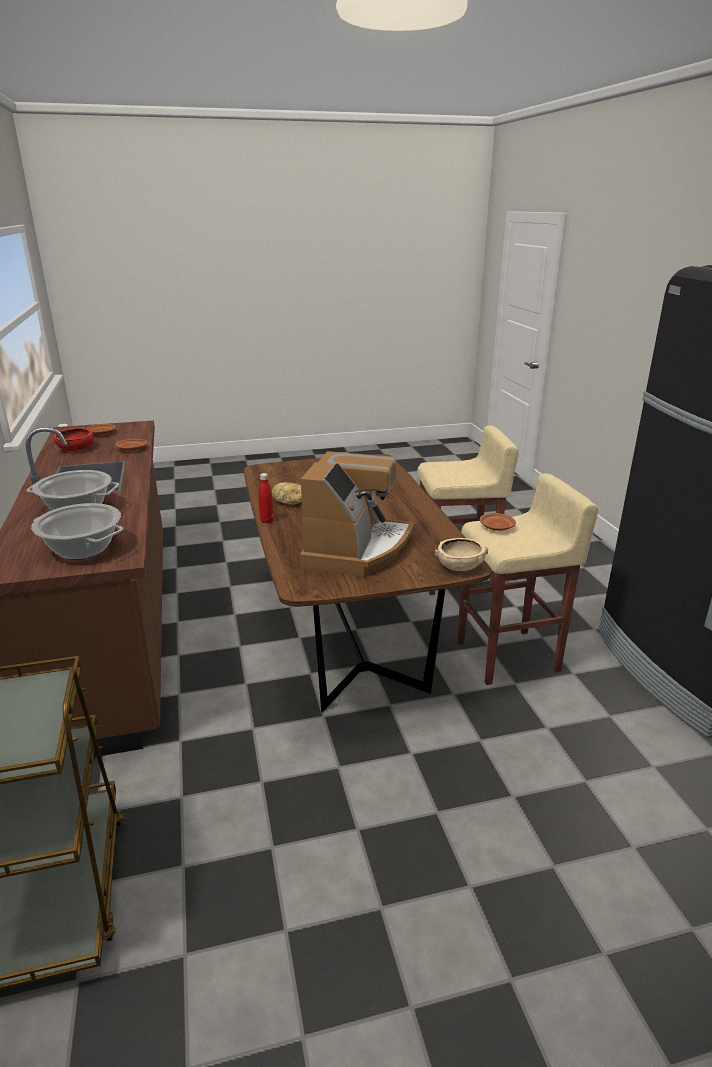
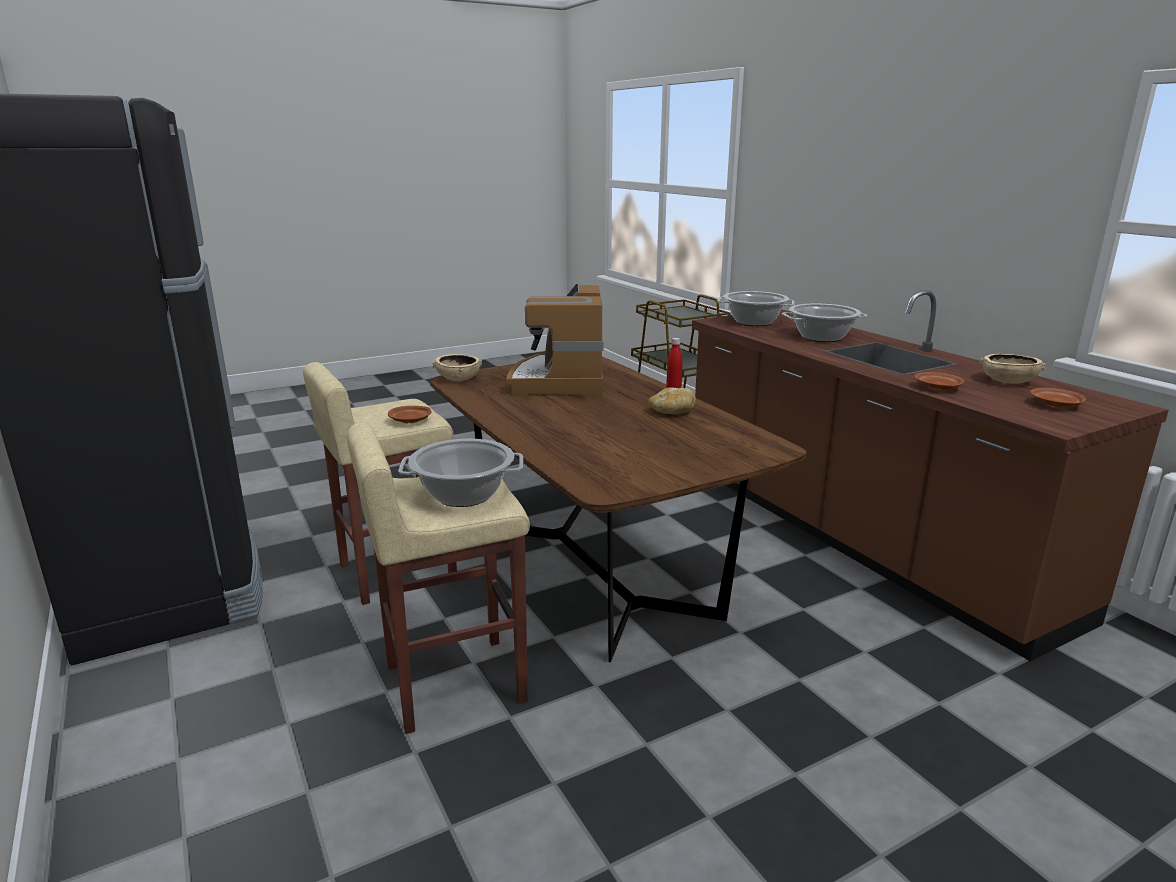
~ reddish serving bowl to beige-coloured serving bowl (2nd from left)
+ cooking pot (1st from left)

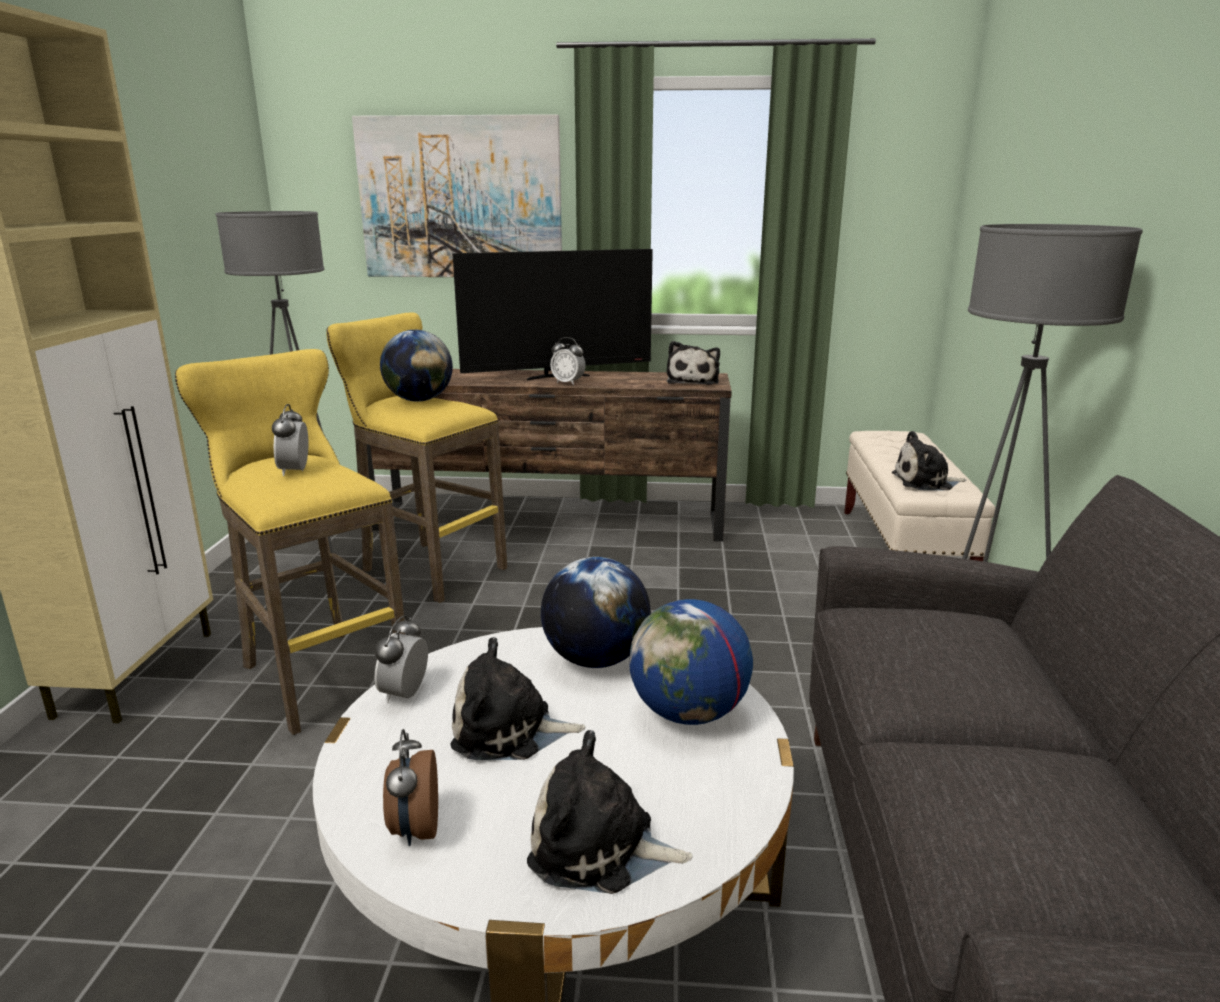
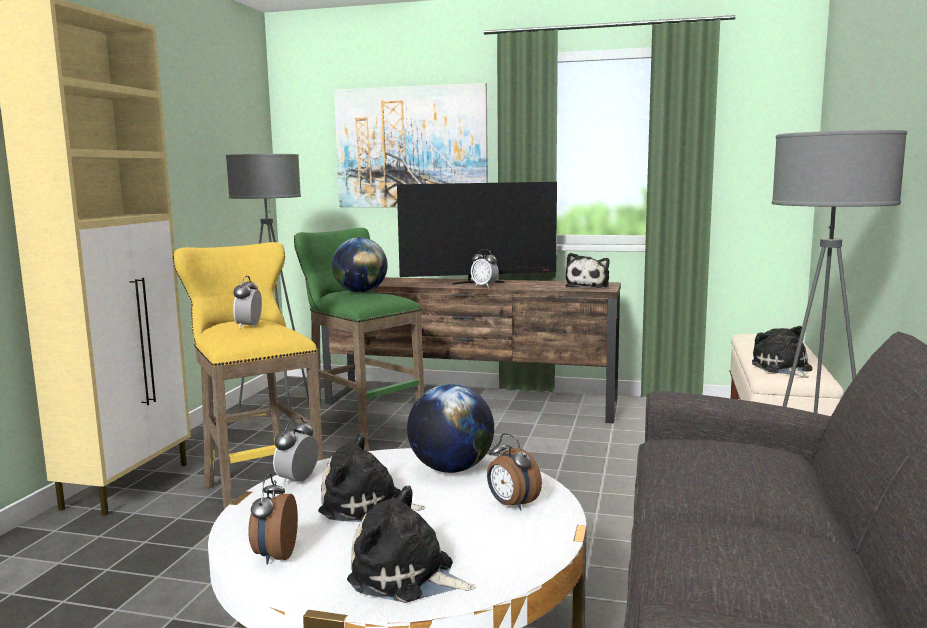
~ yellow sitting stool (2nd from left) to green-coloured sitting stool
~ cuddly toy (4th from left) 75 degrees clockwise
~ world globe (3rd from left) to alarm clock (5th from left)

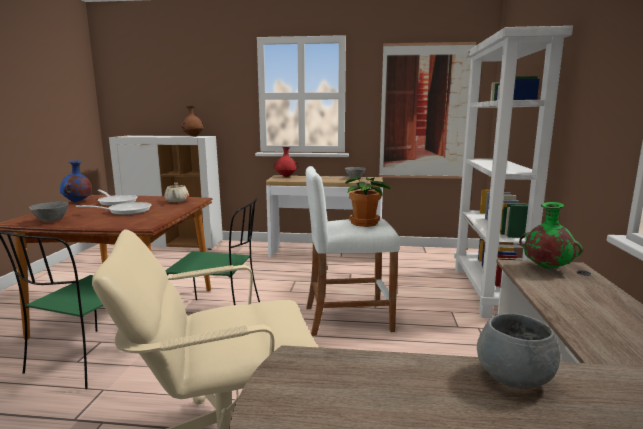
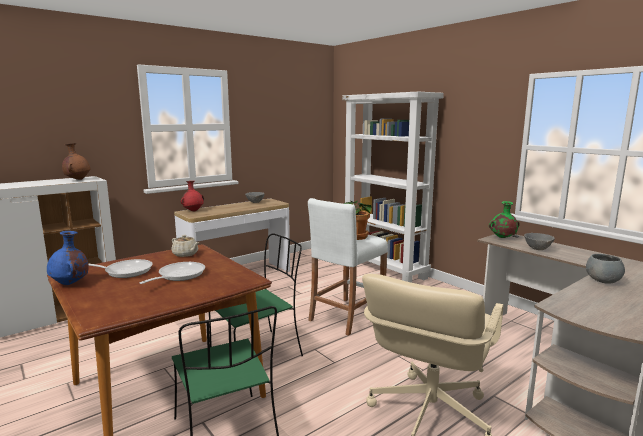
- wall art
~ gray serving bowl (1st from left in the first image) to gray serving bowl (2nd from left)

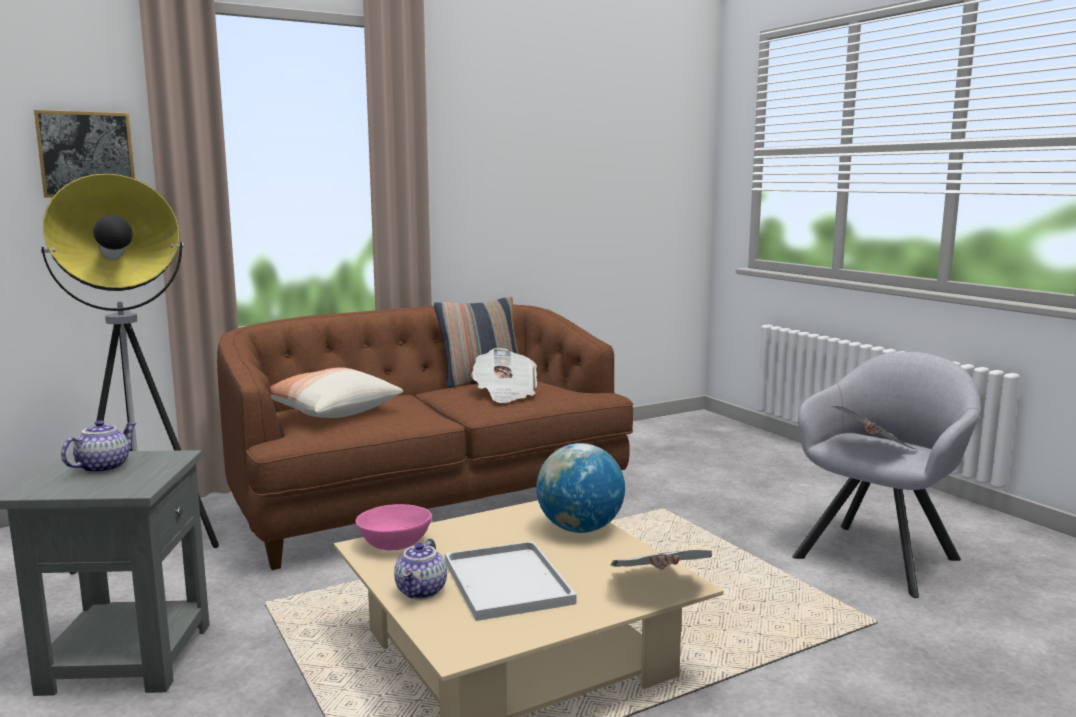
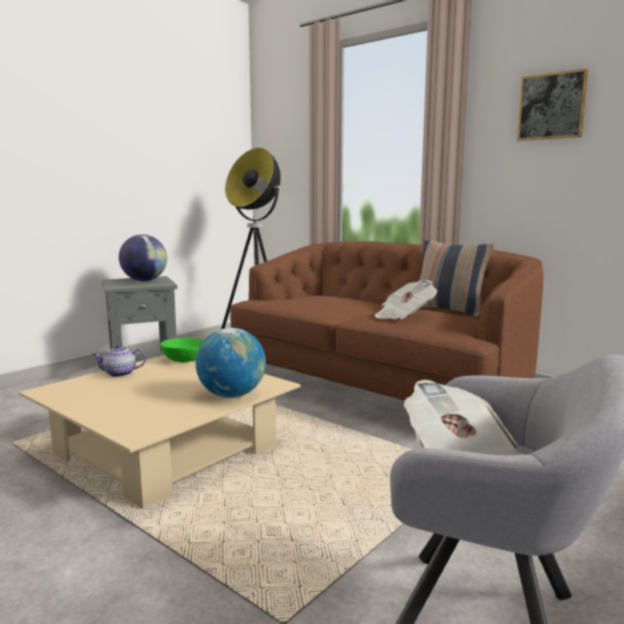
~ wall art
- throw pillow (1st from left)
~ tea pot (1st from left) to world globe (1st from left)
~ pink-coloured serving bowl to green-coloured serving bowl
- white-coloured serving tray
- newspaper (2nd from left)

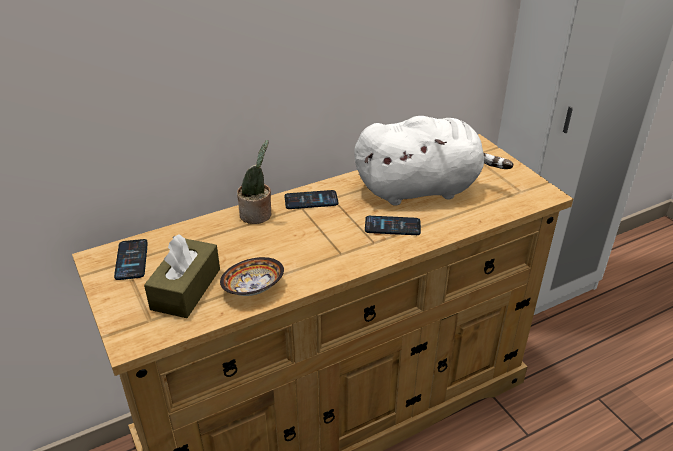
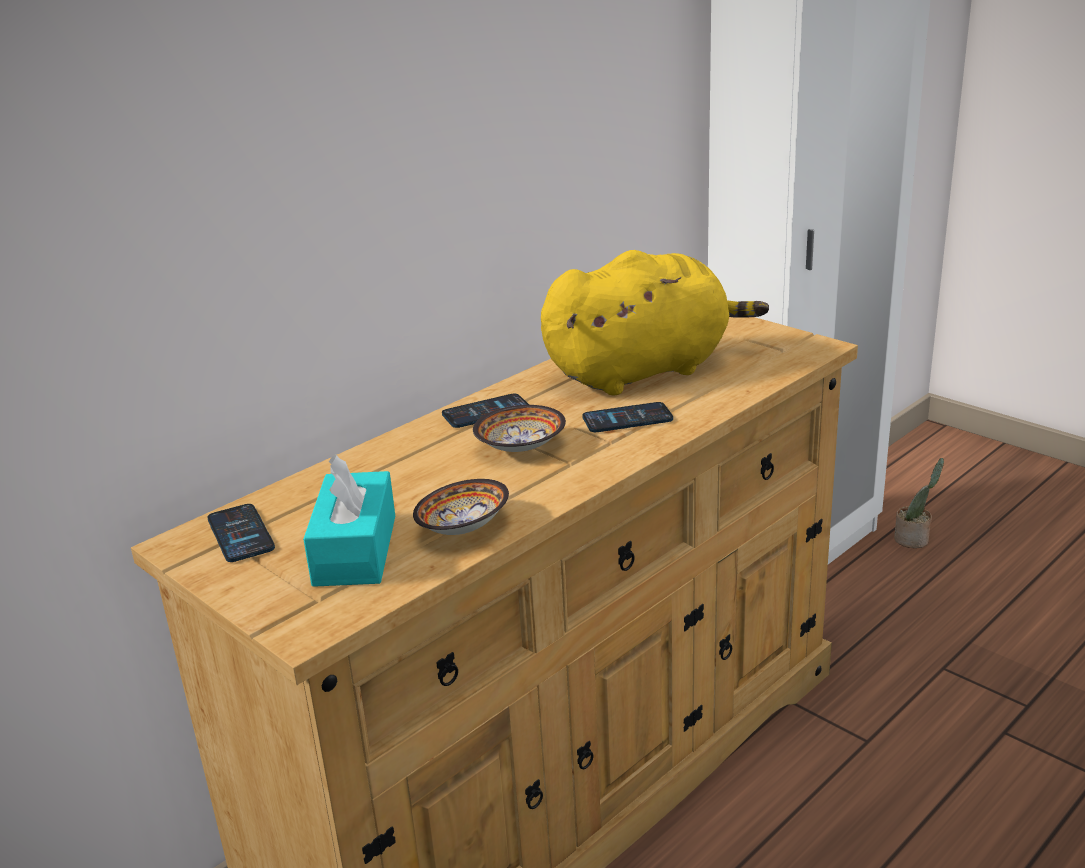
~ white-coloured cuddly toy to yellow cuddly toy
~ plant in a pot
~ brown tissue box to turquoise tissue box
+ serving bowl (2nd from left)

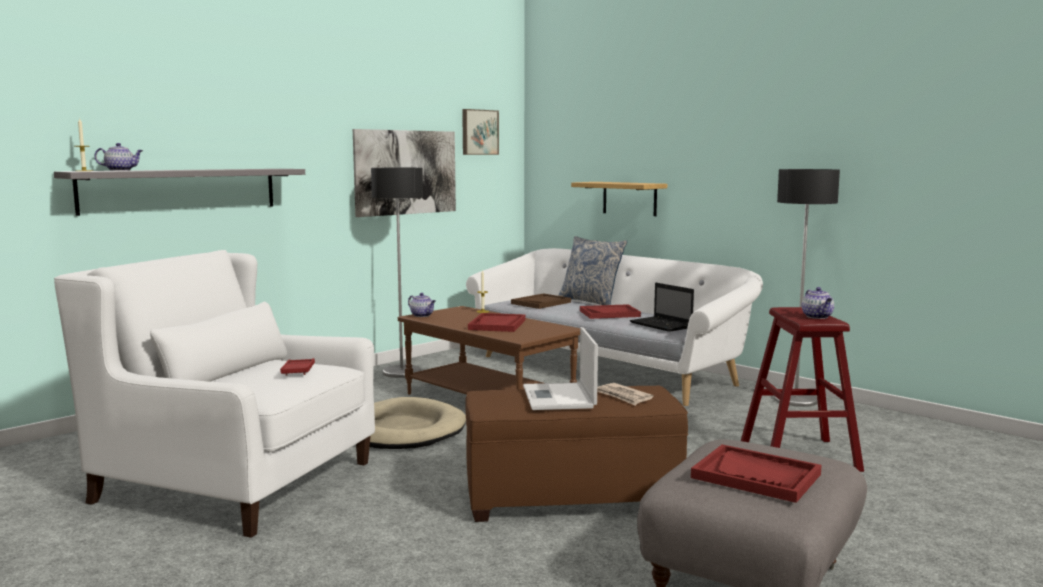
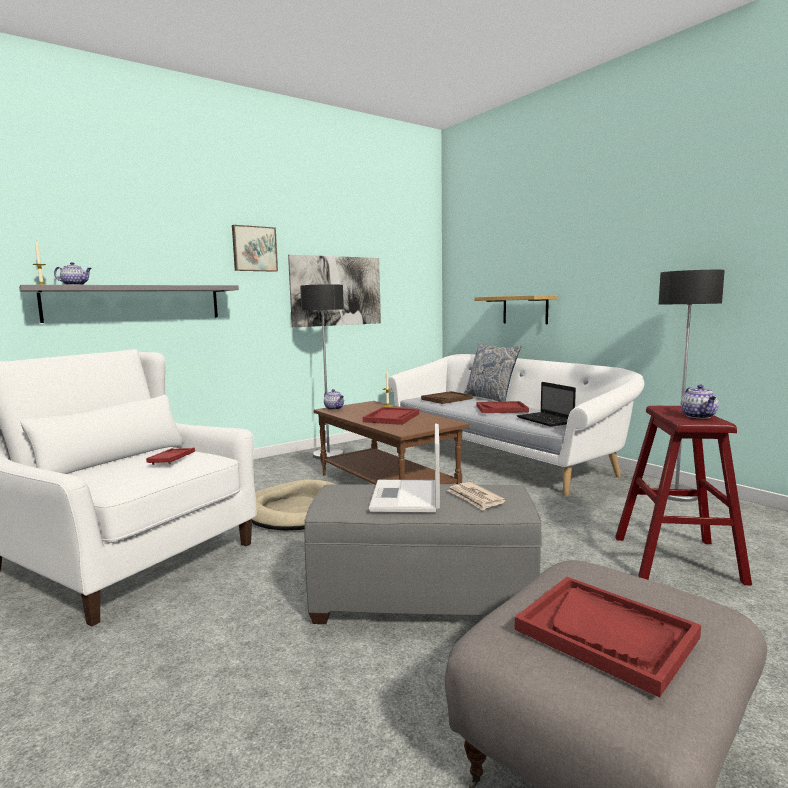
~ wall art (2nd from left in the first image) to wall art (1st from left)
~ brown ottoman to gray ottoman (1st from left)

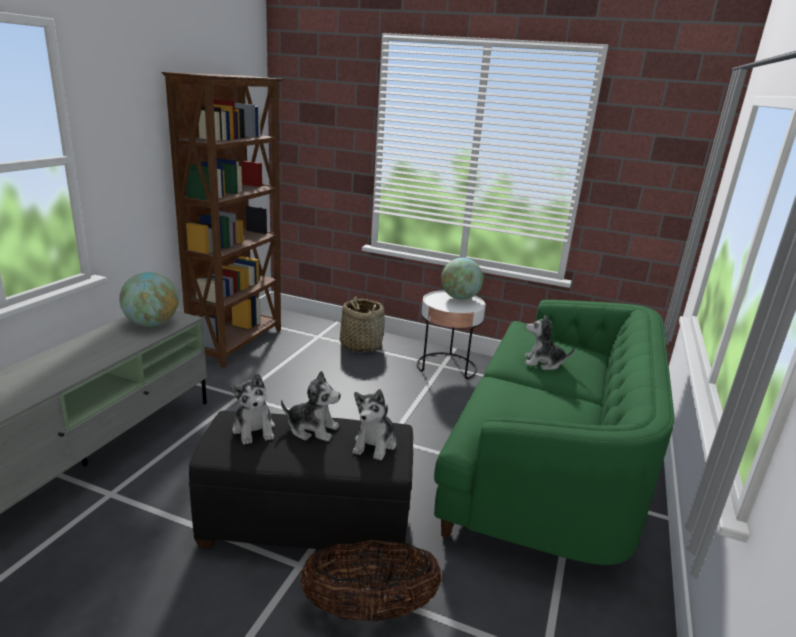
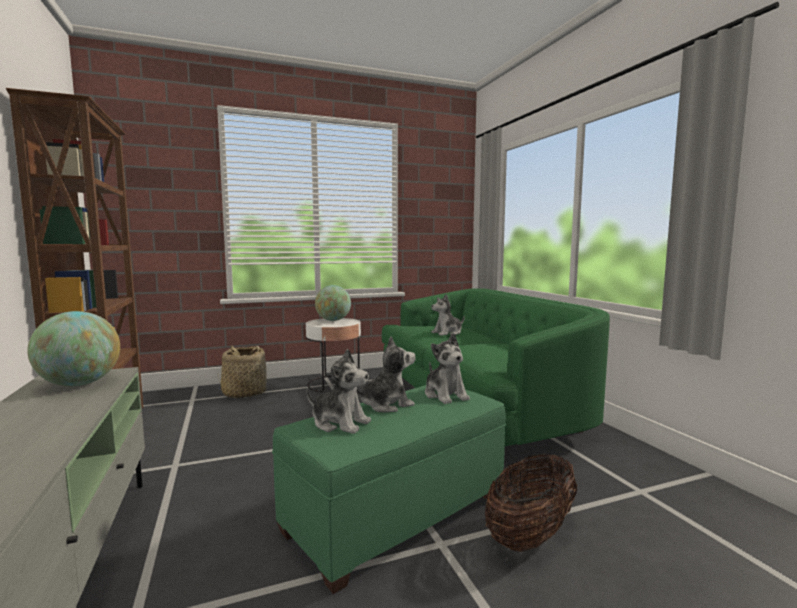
~ blackish ottoman to green-coloured ottoman

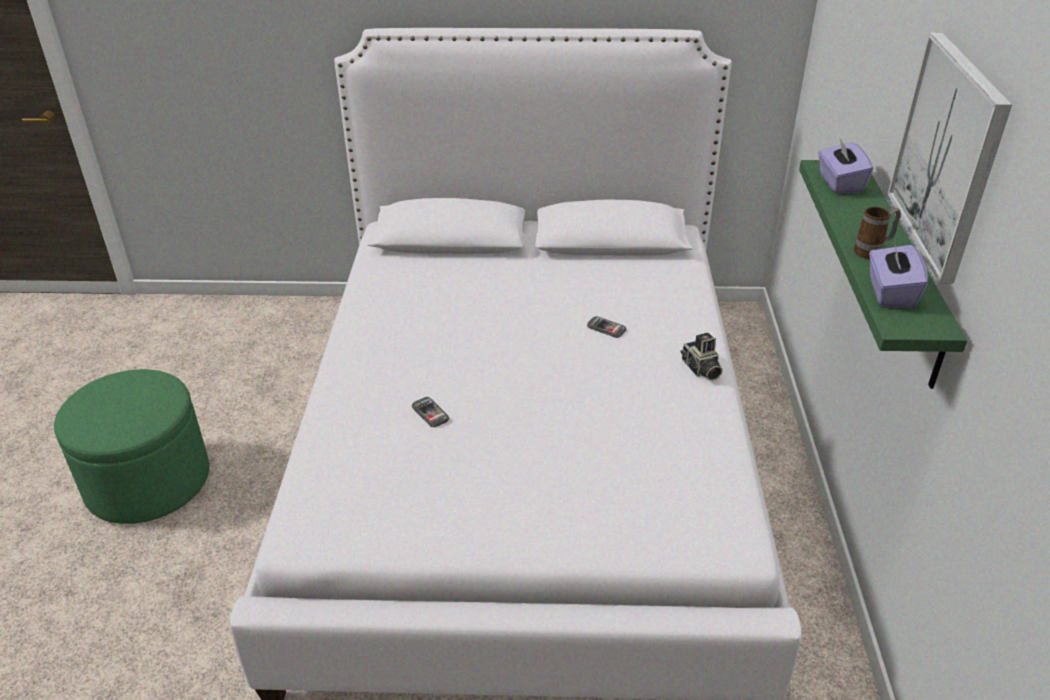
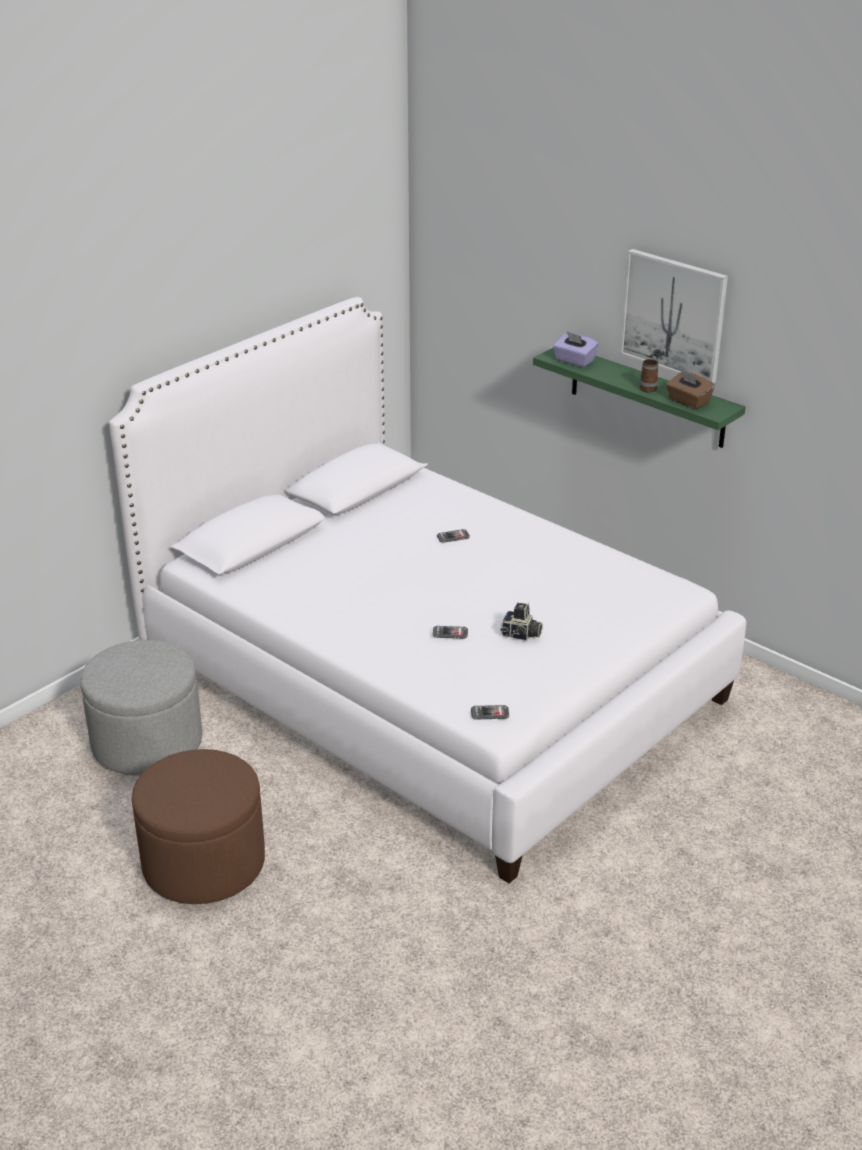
~ purplish tissue box (2nd from left) to brown tissue box
~ photo camera
~ green-coloured ottoman to brown ottoman
+ gray ottoman
+ phone (3rd from left)

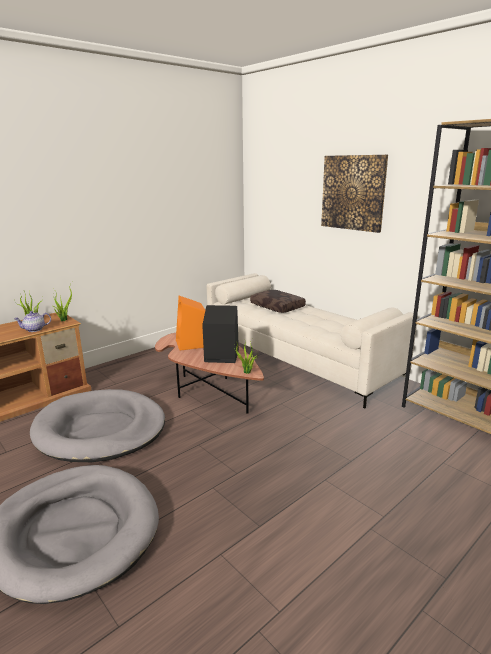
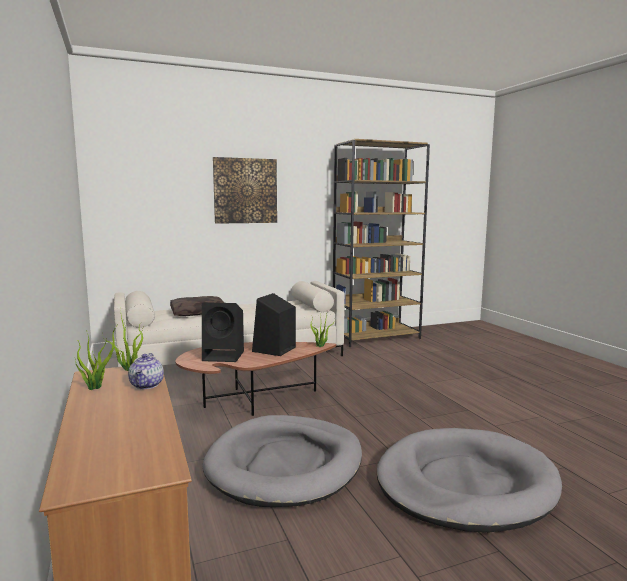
~ orange loudspeaker to blackish loudspeaker (1st from left)

